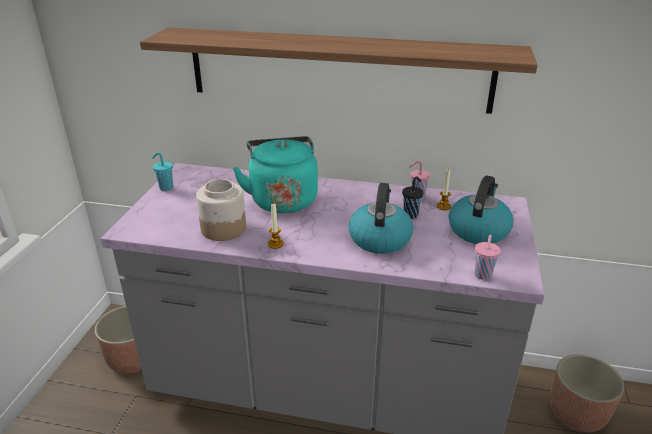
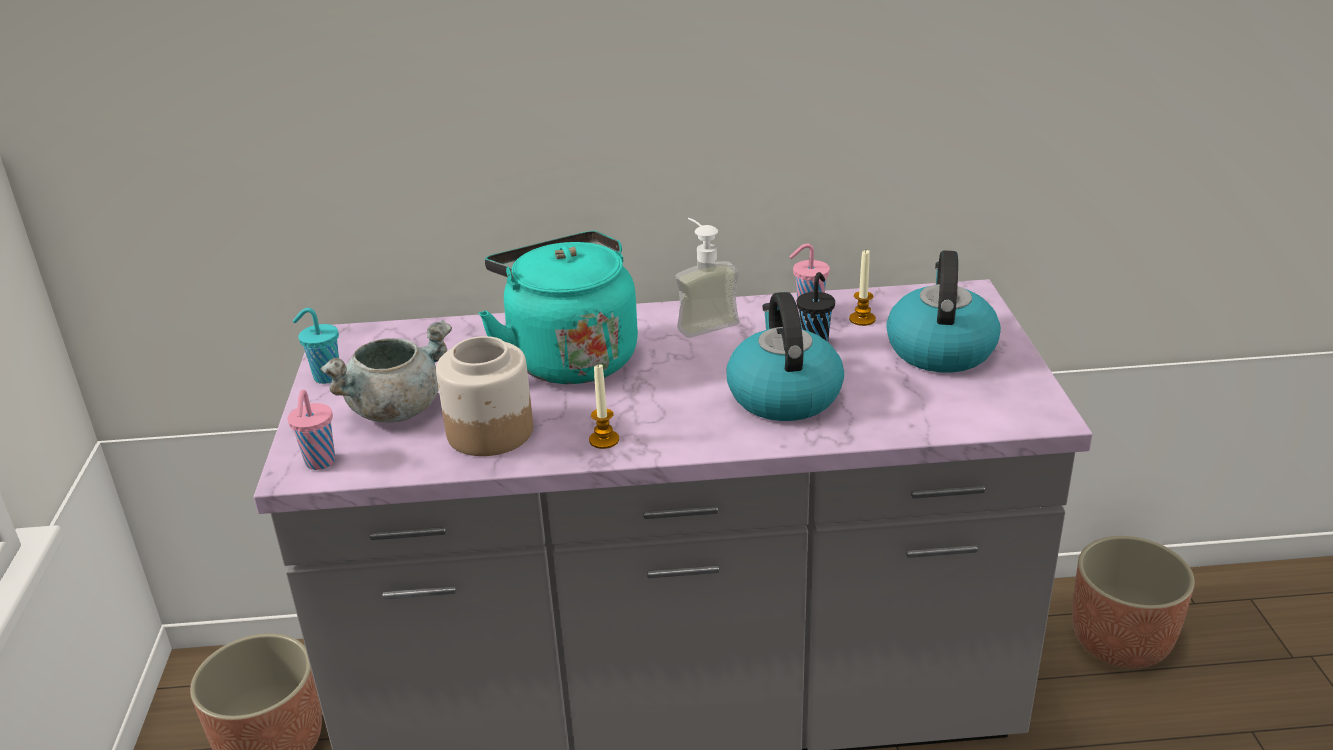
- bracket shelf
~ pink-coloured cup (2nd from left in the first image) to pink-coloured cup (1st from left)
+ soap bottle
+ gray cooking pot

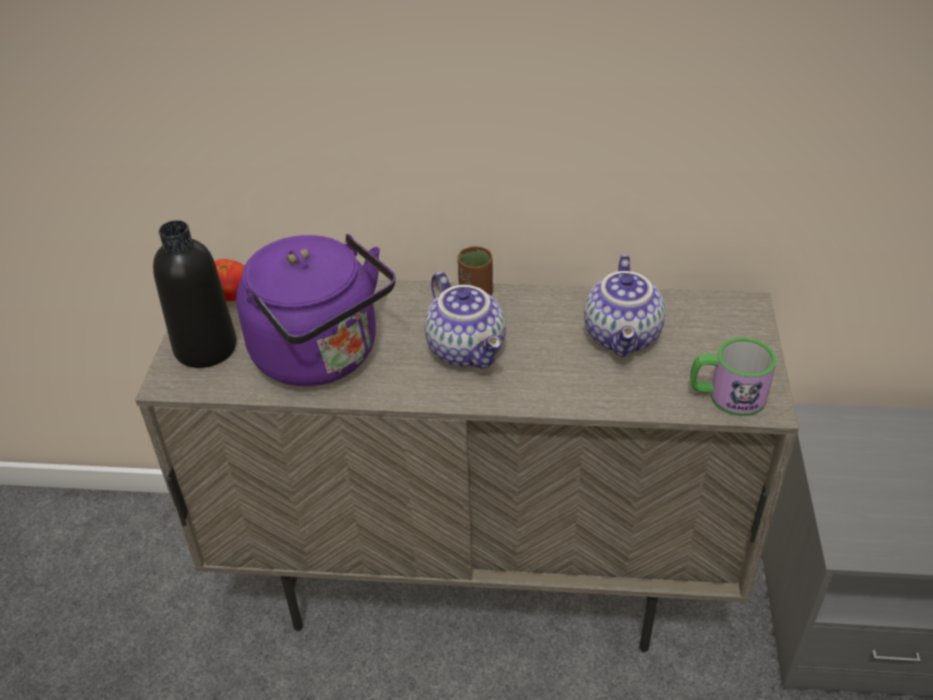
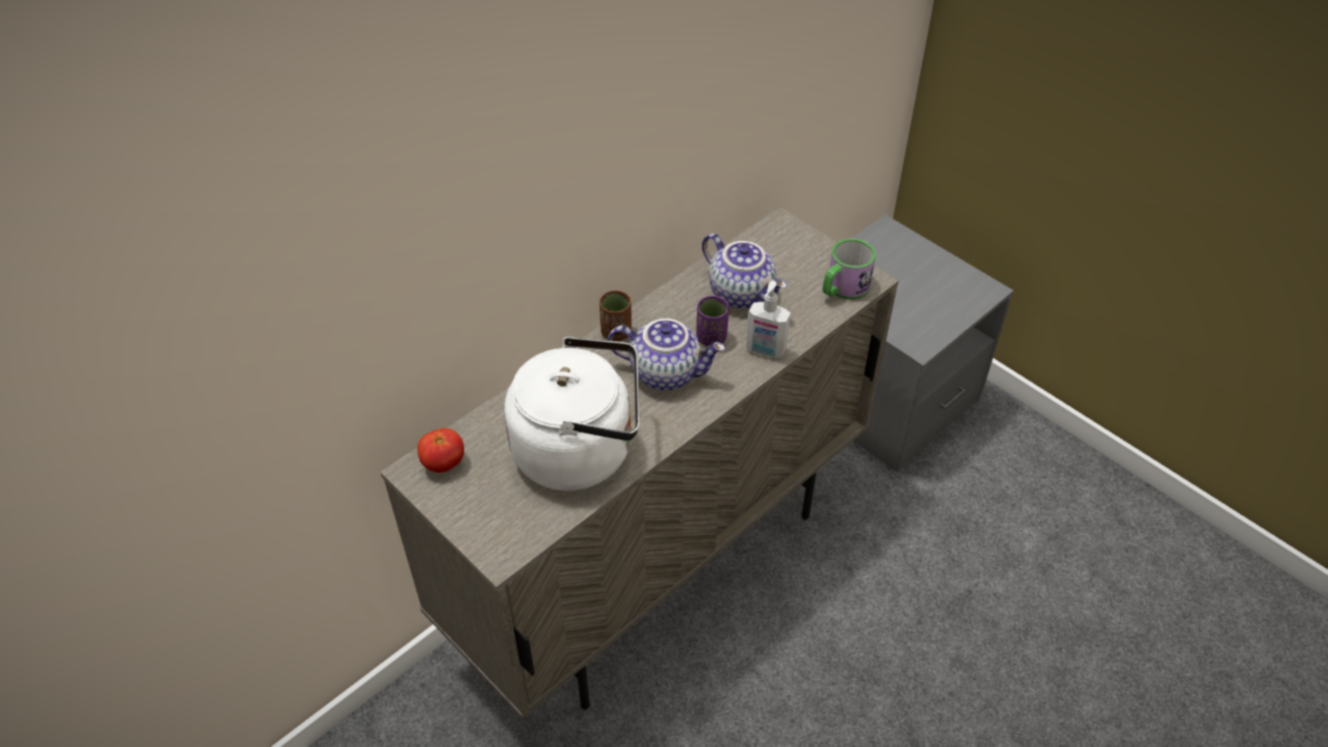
- blackish bottle
~ purplish kettle to white-coloured kettle
+ soap bottle
+ purplish cup

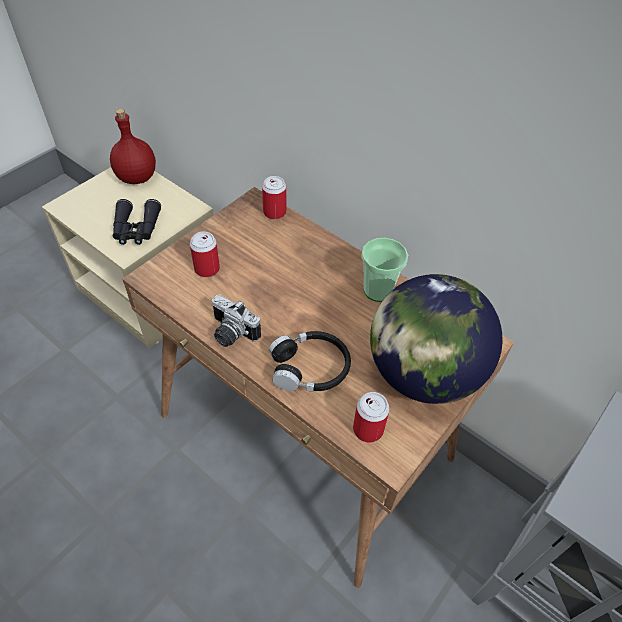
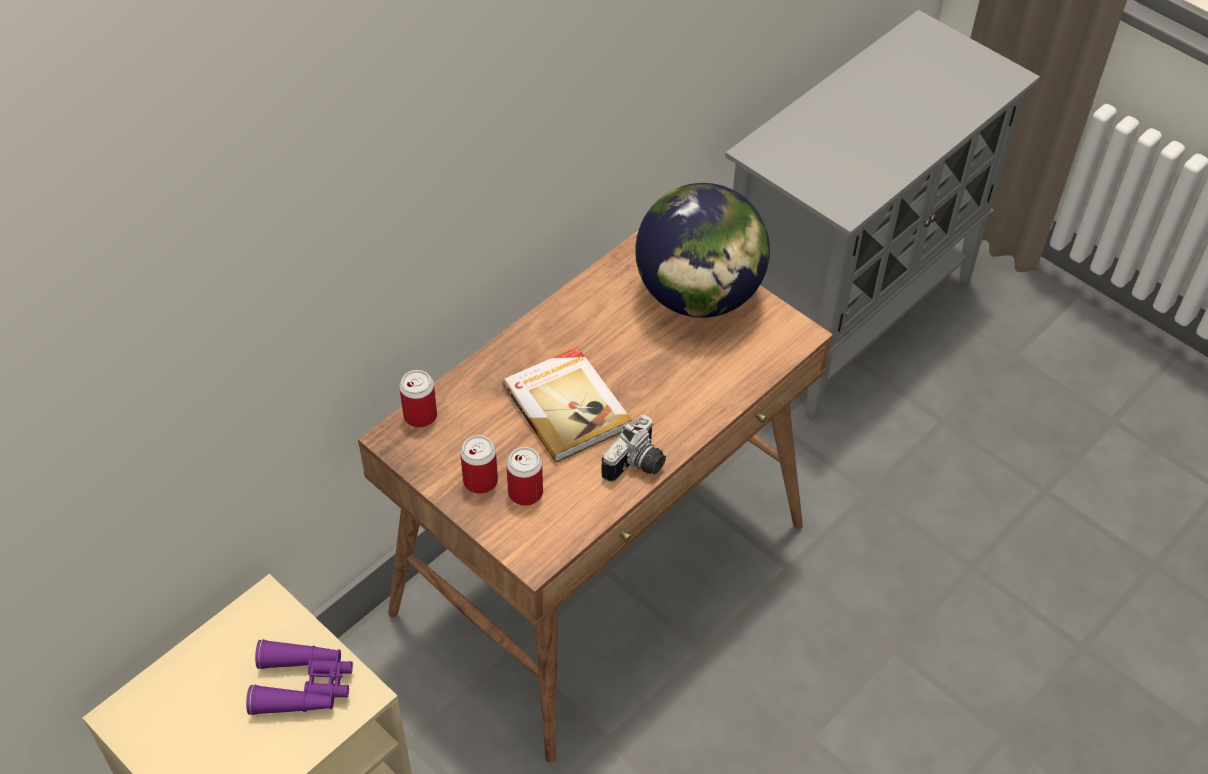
- reddish bottle
~ blackish pair of binoculars to purplish pair of binoculars
- cup
- blackish pair of headphones
~ metal can (3rd from left in the first image) to metal can (2nd from left)
+ volume

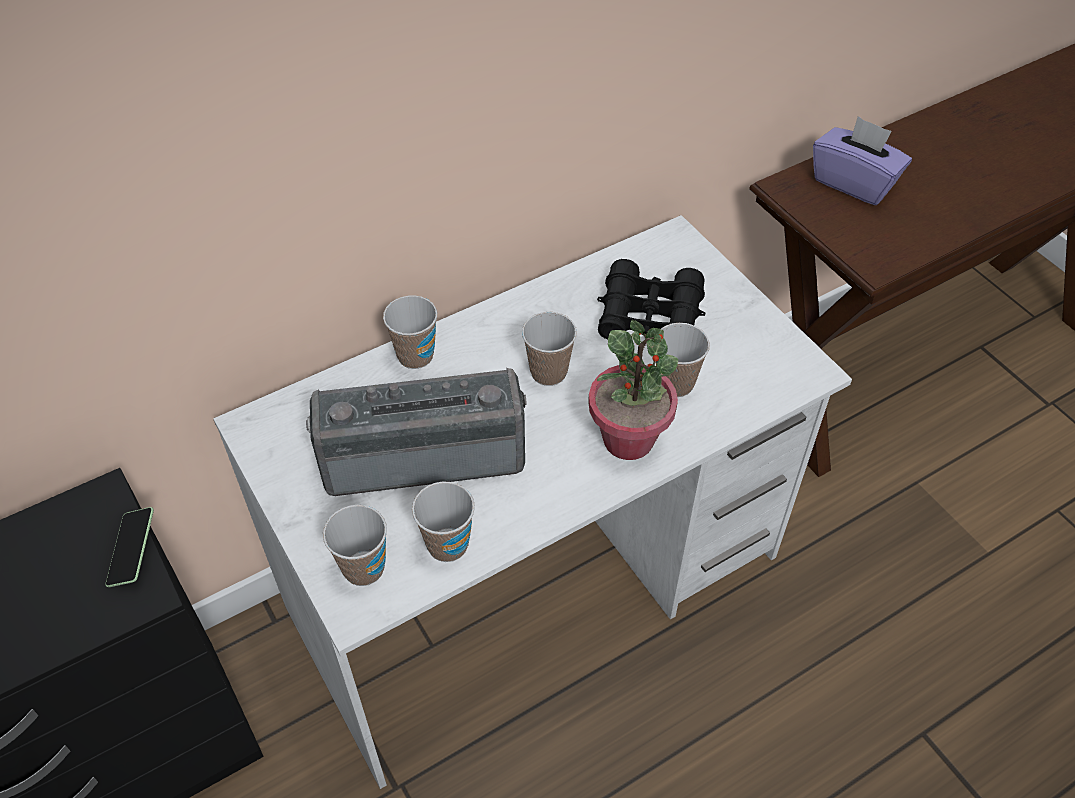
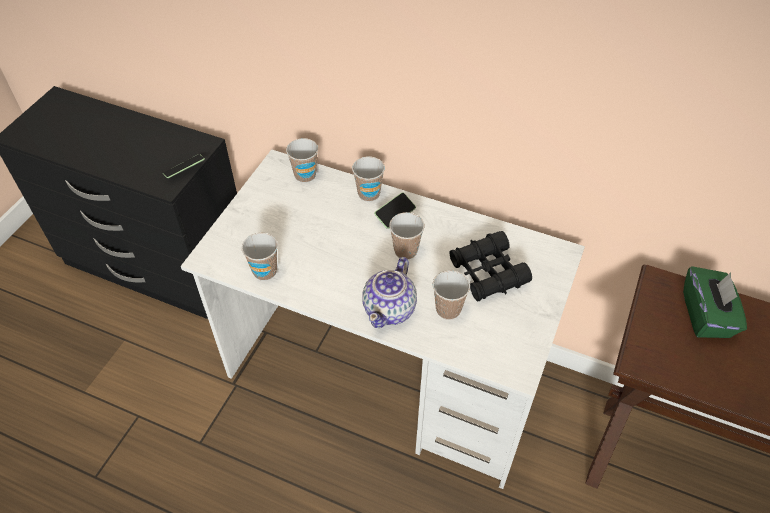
~ purplish tissue box to green-coloured tissue box
~ plant in a pot to tea pot
- radio set
~ cup (1st from left in the first image) to cup (2nd from left)
+ phone (2nd from left)

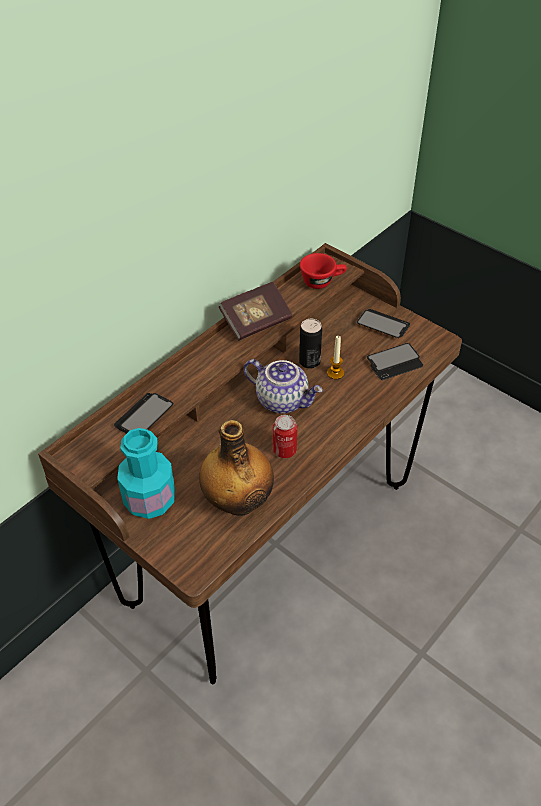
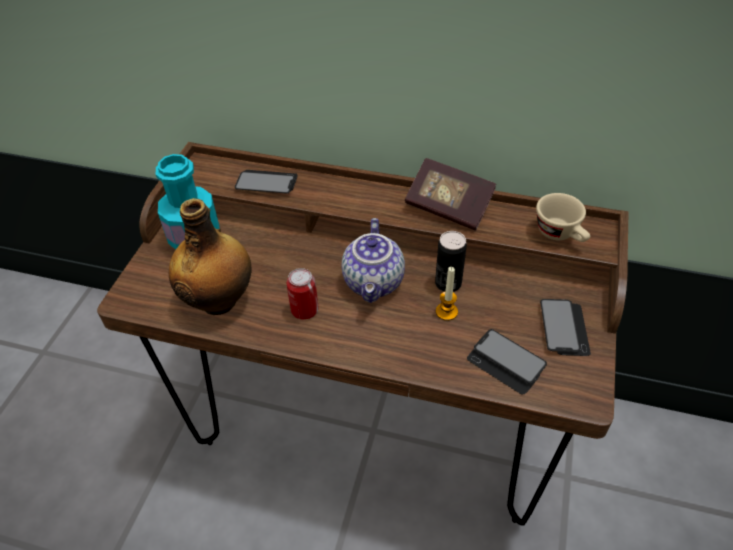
~ reddish cup to beige-coloured cup

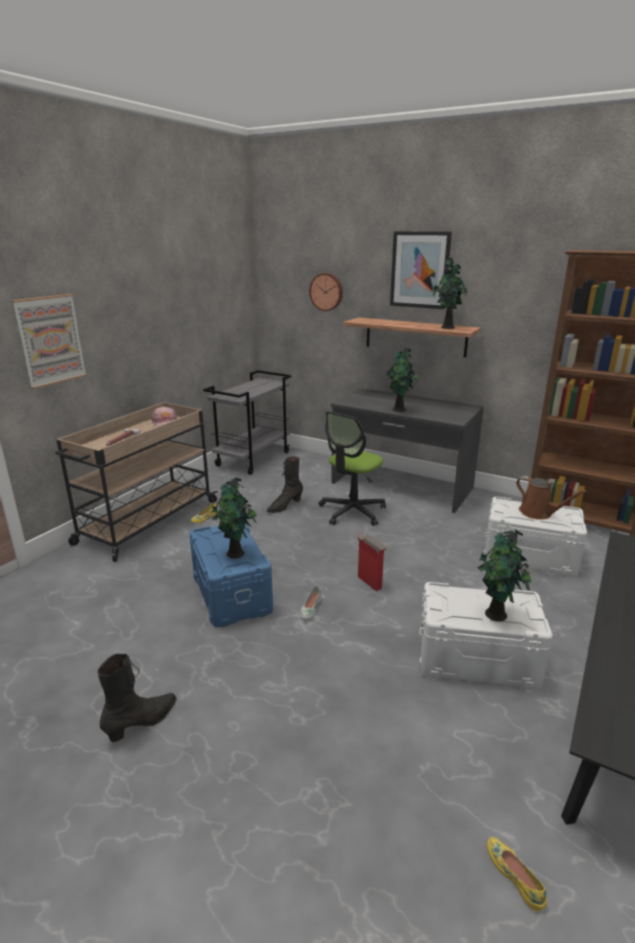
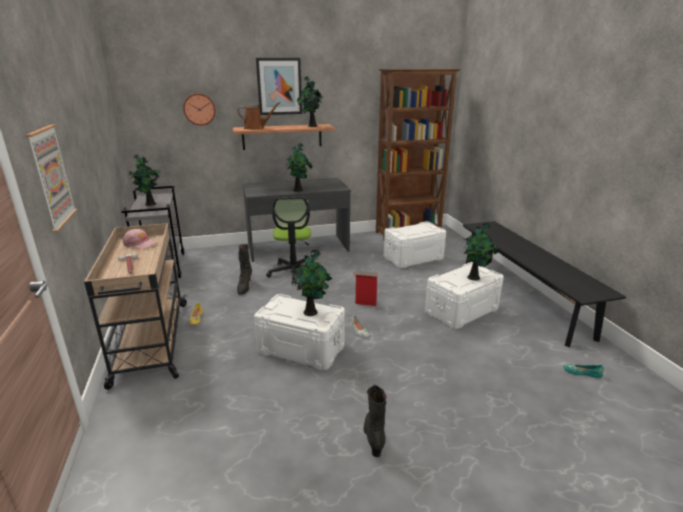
~ brown watering pot
~ blue storage box to white-coloured storage box (1st from left)
~ yellow low shoe (2nd from left) to turquoise low shoe
+ plant in a pot (1st from left)

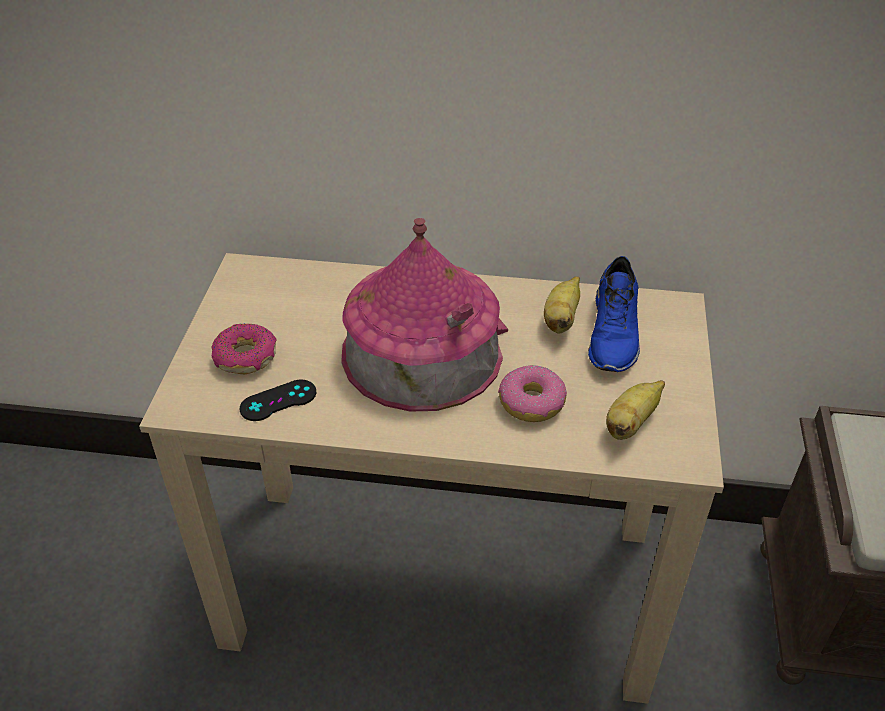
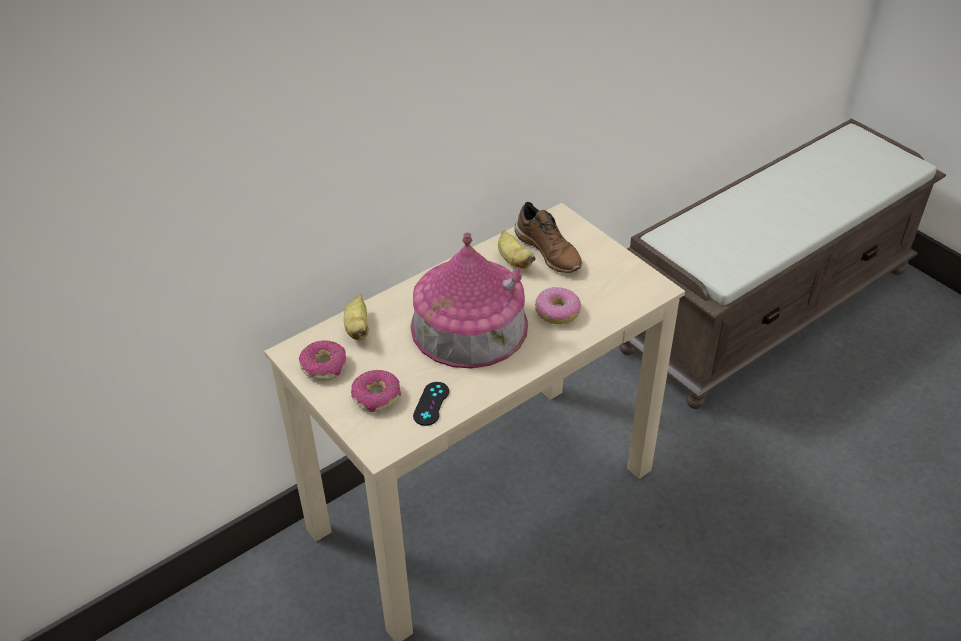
~ blue low shoe to brown low shoe
~ banana (2nd from left in the first image) to banana (1st from left)
+ ring doughnut (1st from left)

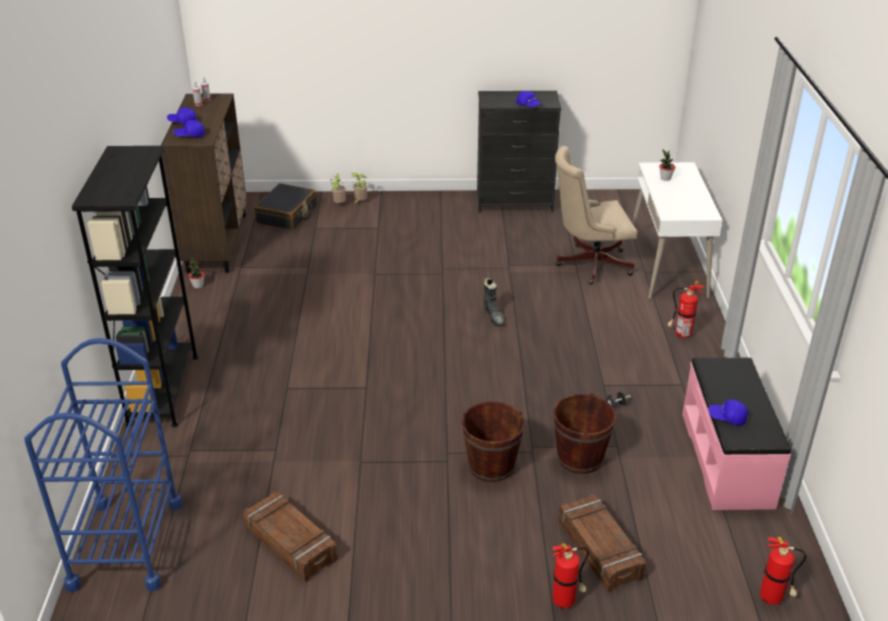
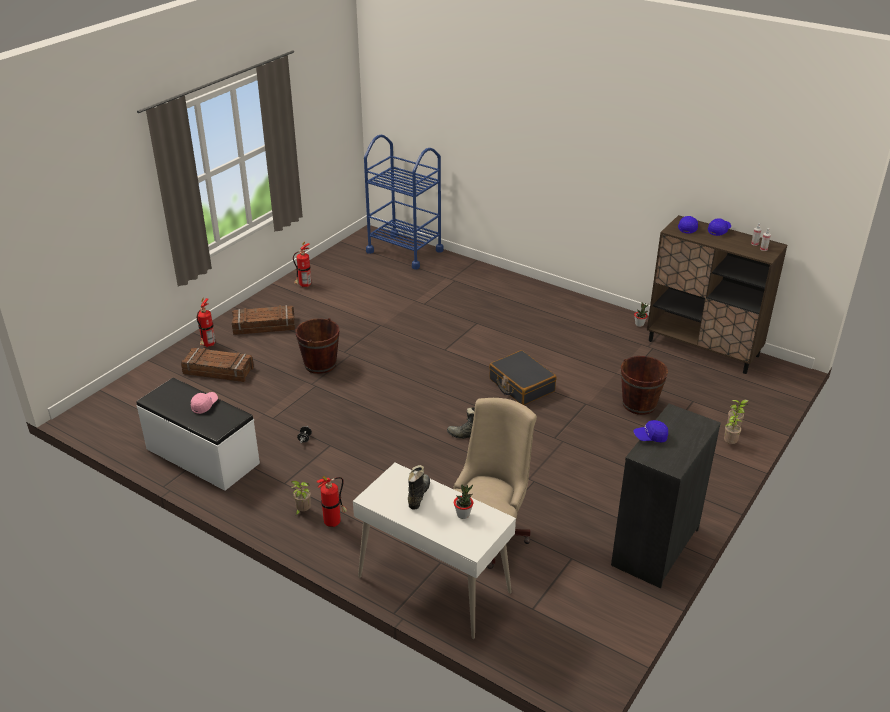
- blackish bookshelf
~ blackish piece of luggage
~ pink-coloured bench to white-coloured bench
~ brown bucket (2nd from left)
- blue baseball cap (4th from left)
~ packing crate (1st from left in the first image) to packing crate (2nd from left)
~ fire-fighting cylinder (3rd from left in the first image) to fire-fighting cylinder (2nd from left)
+ pink-coloured baseball cap
+ blackish boot (1st from left)
+ plant in a pot (1st from left)

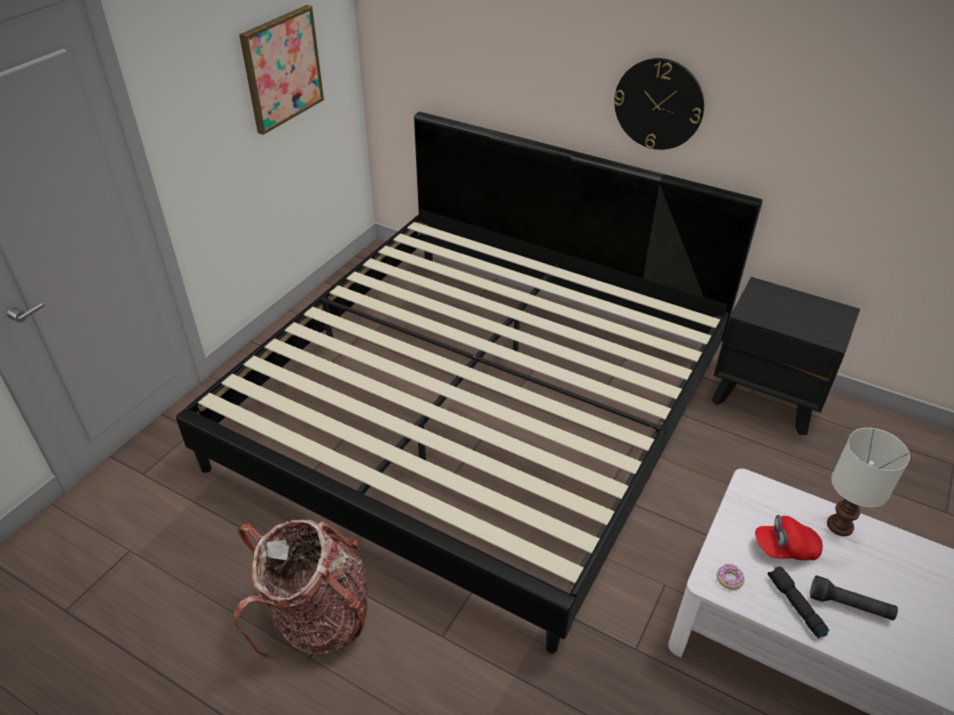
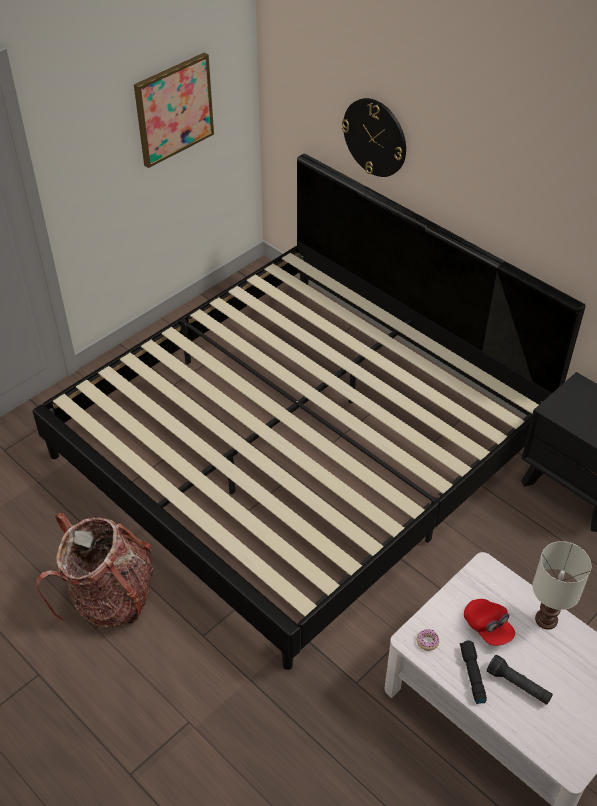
~ clock on the wall
~ reddish baseball cap 135 degrees counterclockwise

